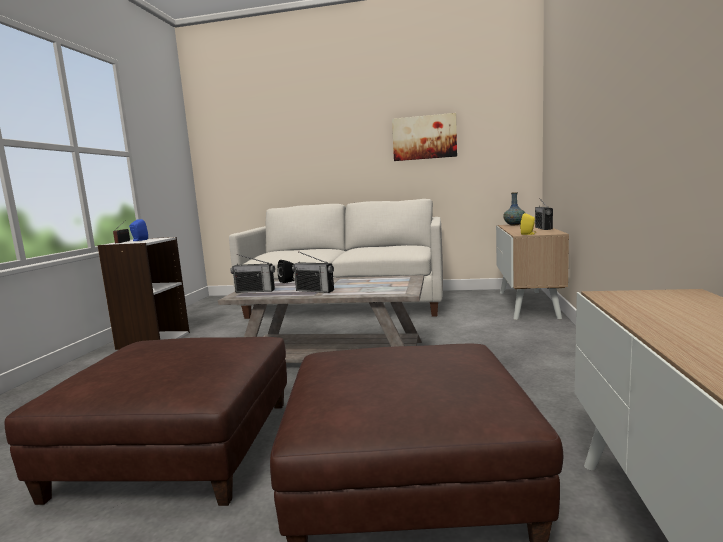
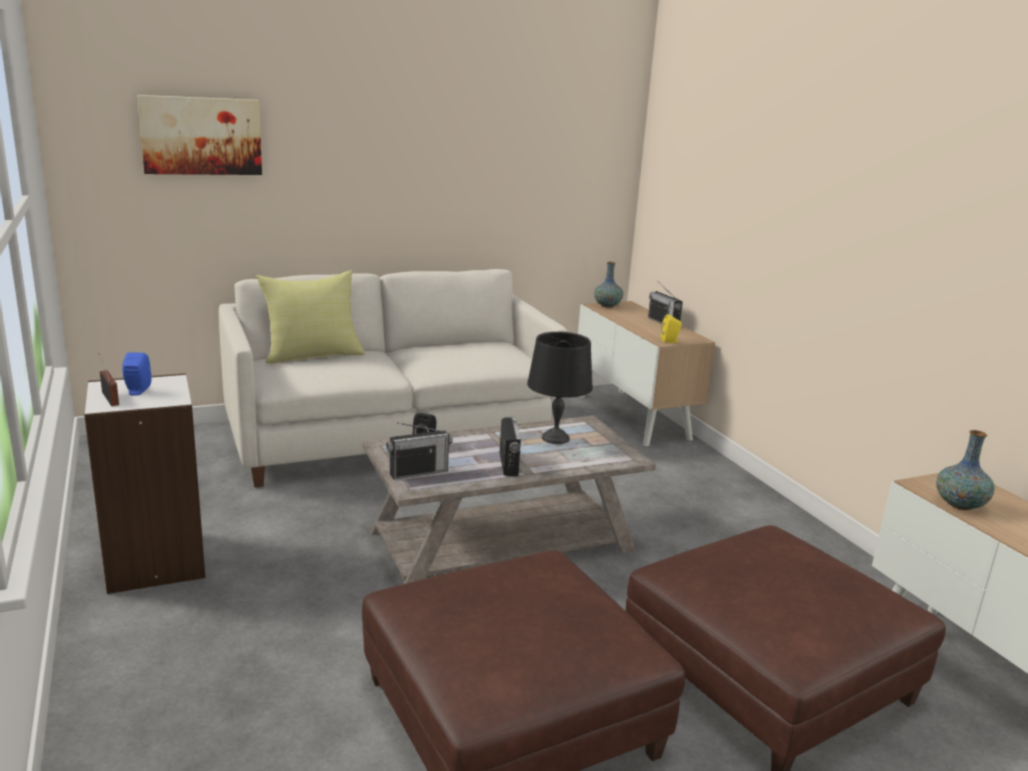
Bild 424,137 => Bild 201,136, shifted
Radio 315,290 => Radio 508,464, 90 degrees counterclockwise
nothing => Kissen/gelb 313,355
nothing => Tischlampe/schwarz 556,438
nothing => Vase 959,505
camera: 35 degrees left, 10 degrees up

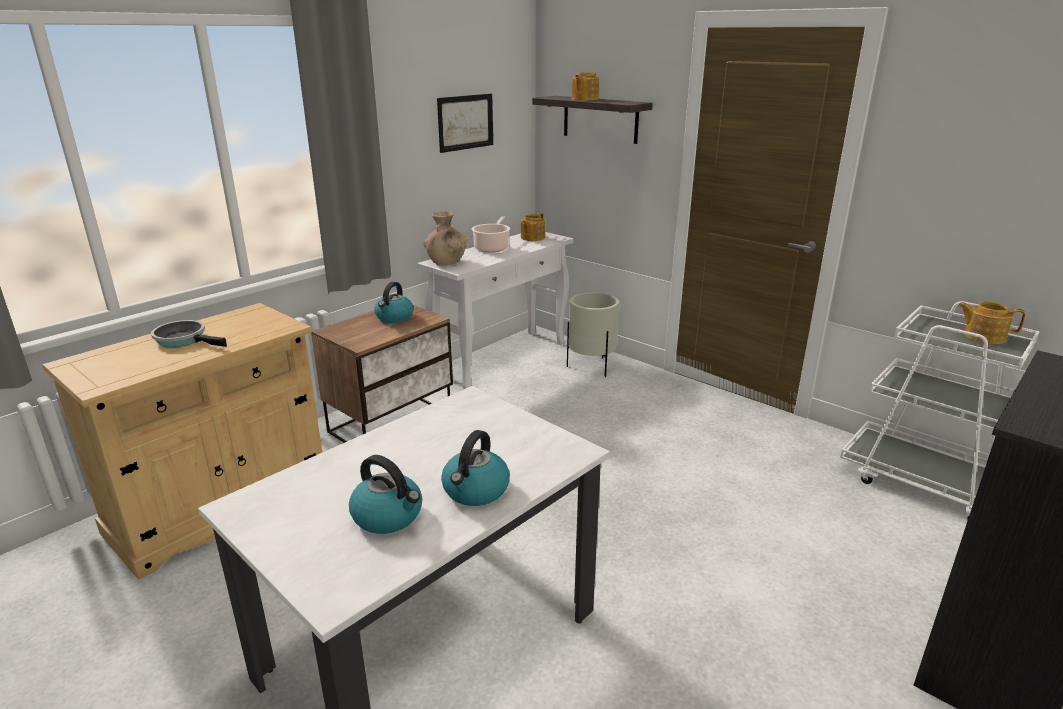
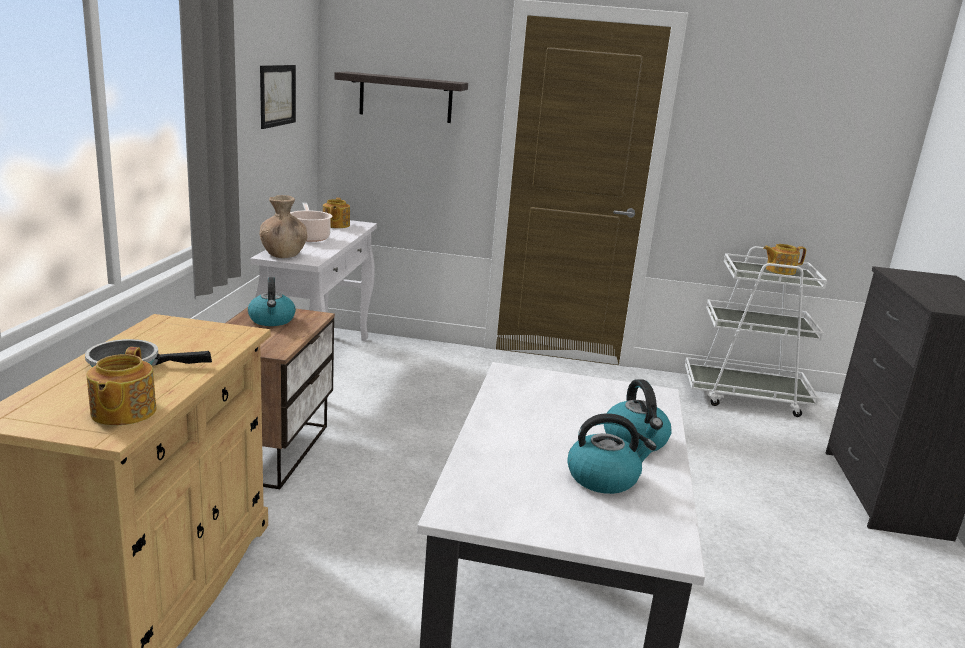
Teekanne 584,99 => Teekanne 122,412, shifted
Pflanzkübel/beige 591,367 => nothing
camera: 35 degrees left, 5 degrees down

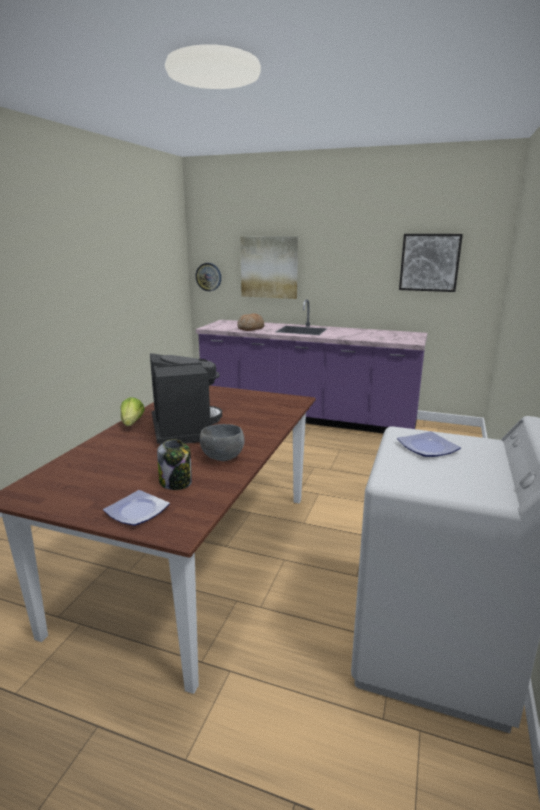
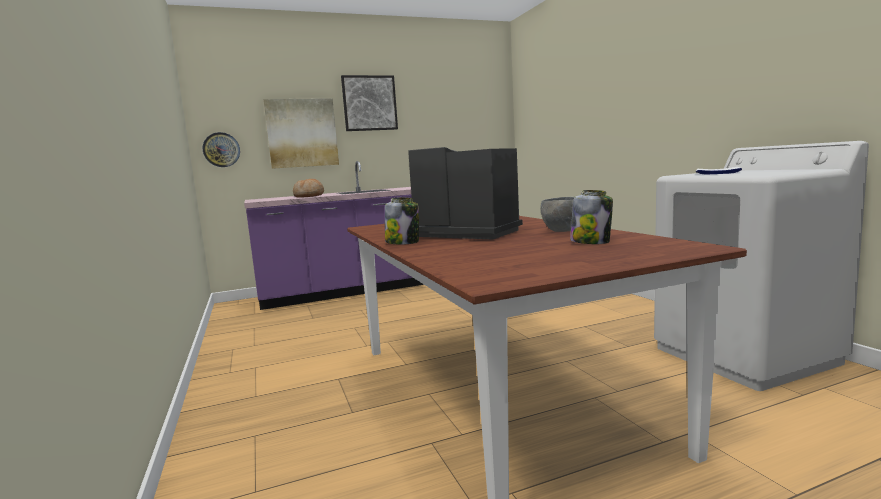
Bild 429,262 => Bild 369,103, shifted
Salatkopf 132,423 => Vorratsglas 403,242
Teller 137,512 => nothing
camera: 40 degrees left, 10 degrees down

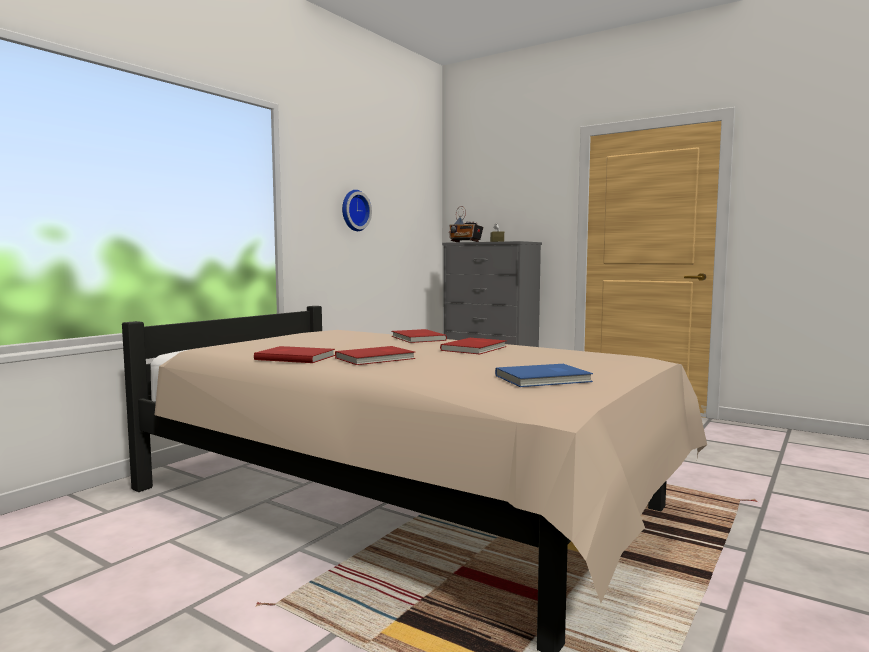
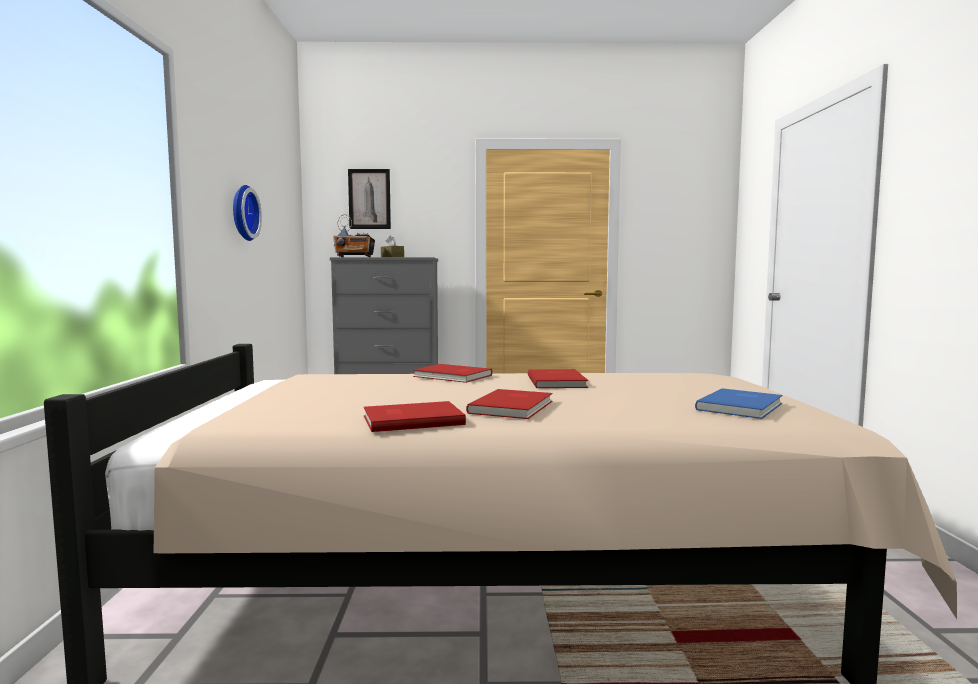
nothing => Bild 369,199
camera: 35 degrees left, 0 degrees up

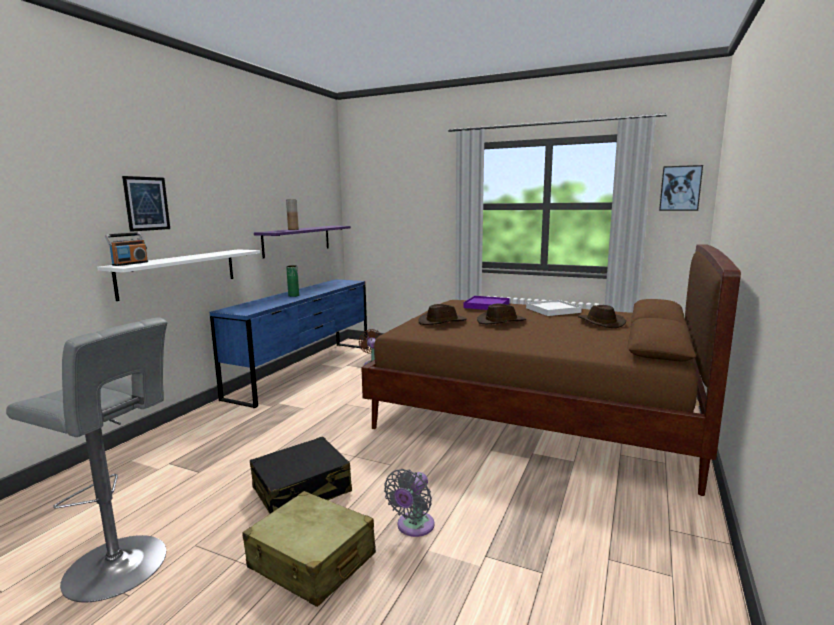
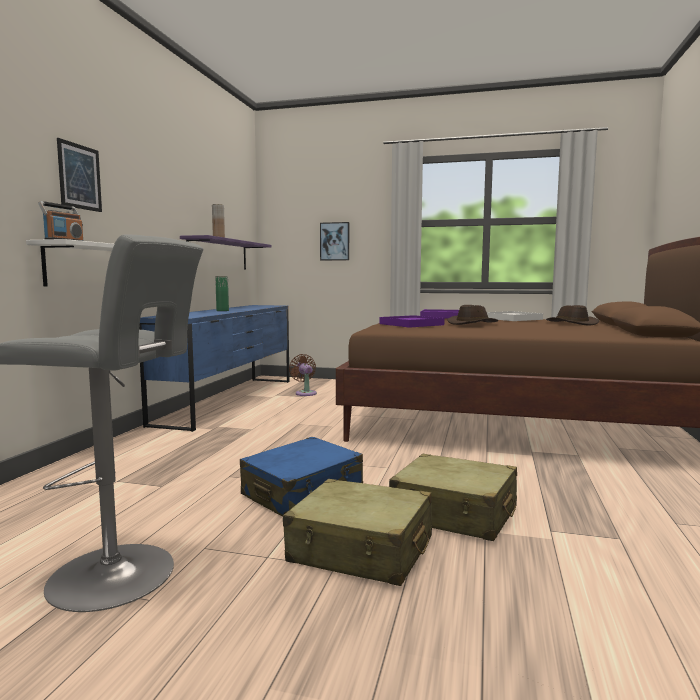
Bild 680,188 => Bild 335,241, shifted
Hut/braun 442,322 => Tablett/lila 411,324
Koffer/schwarz 302,490 => Koffer/blau 303,494
Ventilator/grau 413,527 => Koffer/beige 454,514
camera: 10 degrees left, 5 degrees down

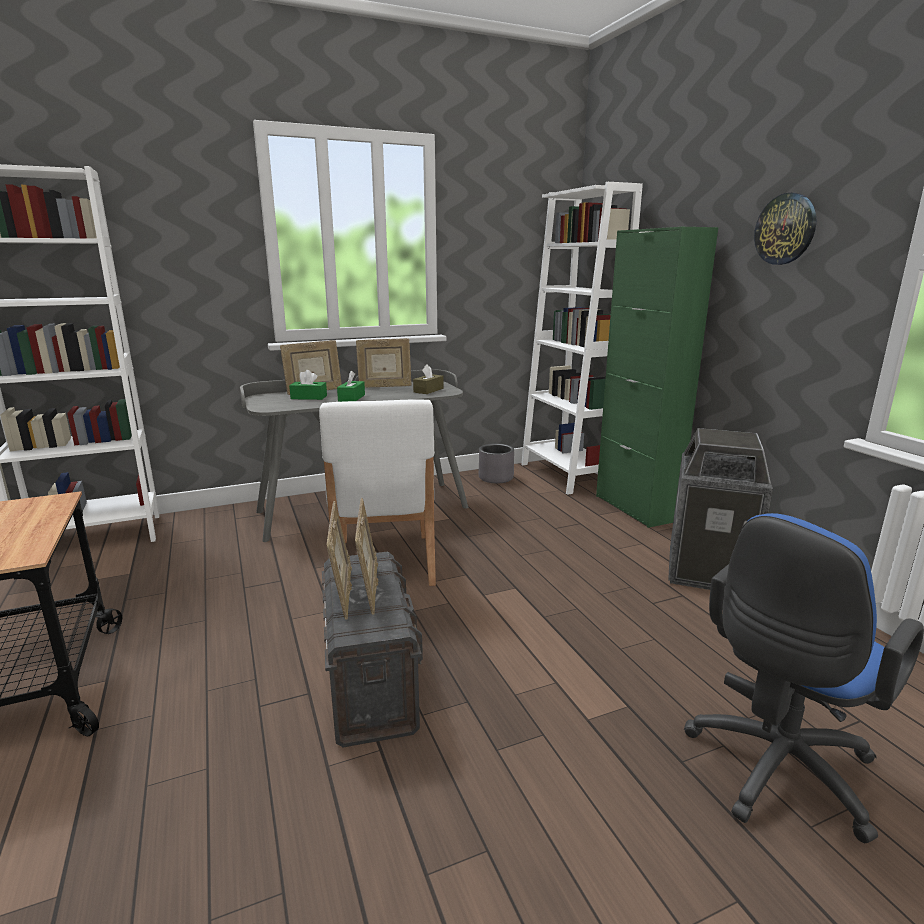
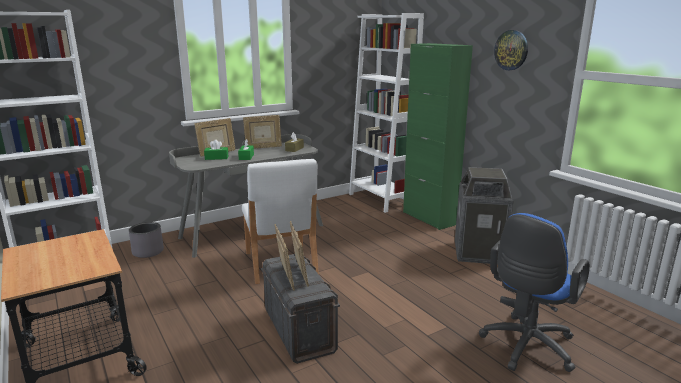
Pflanzkübel/grau 495,478 => Pflanzkübel/grau 147,252, shifted
camera: 10 degrees left, 0 degrees up

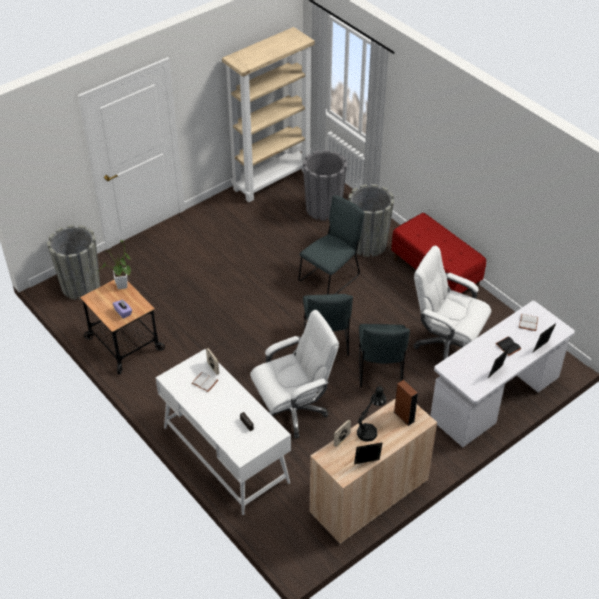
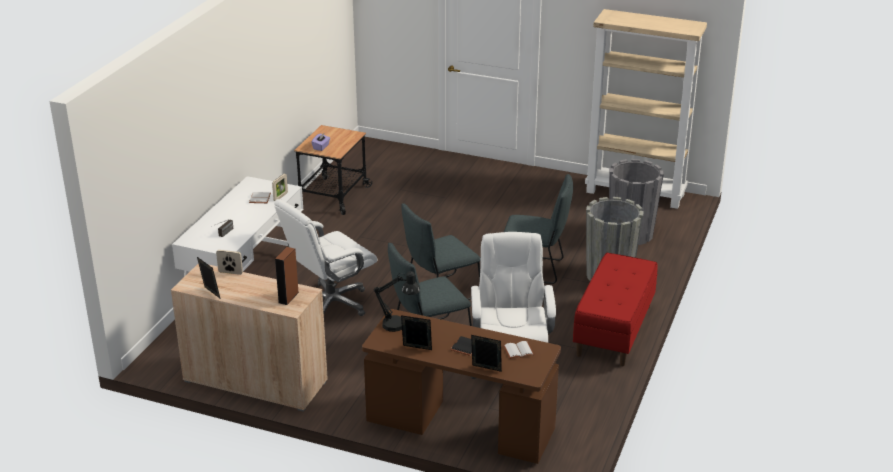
Pflanzkübel/grau 81,286 => nothing
Topfpflanze 122,288 => nothing
Schreibtisch/weiß 495,399 => Schreibtisch/braun 460,426
Bürostuhl/weiß 293,410 => Bürostuhl/weiß 330,304, 105 degrees clockwise
Tischlampe/schwarz 369,430 => Tischlampe/schwarz 399,325, shifted
camera: 60 degrees right, 15 degrees down

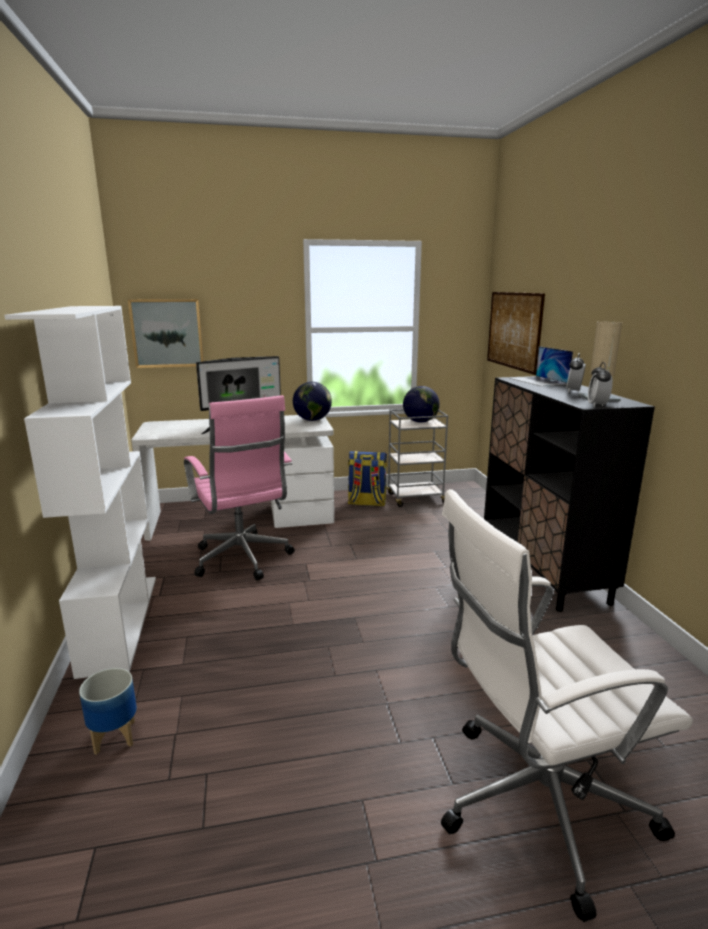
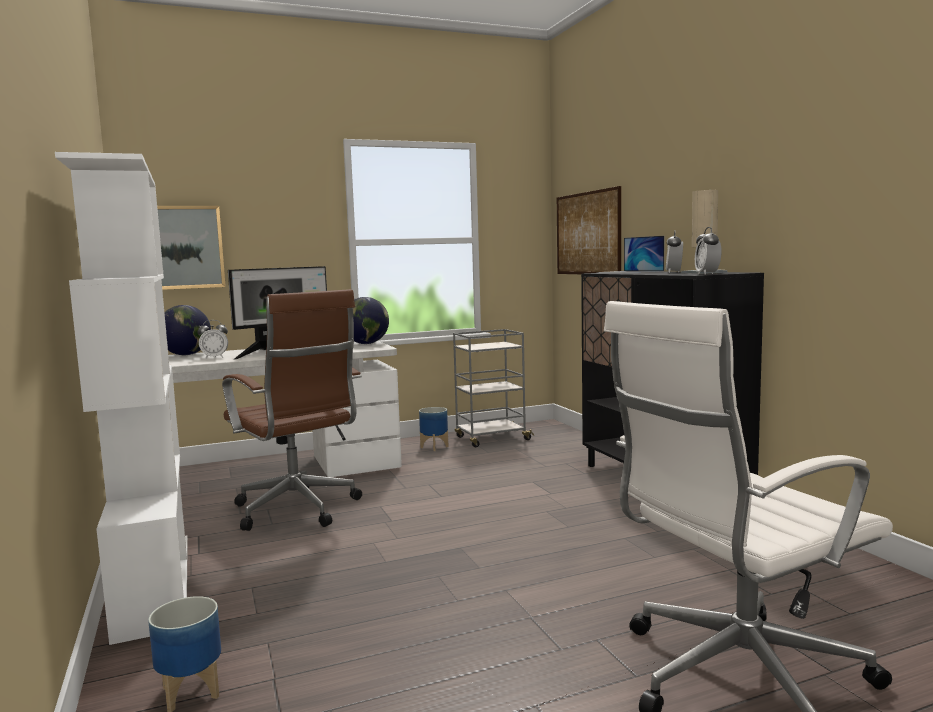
Globus 420,422 => Globus 186,355, shifted
Bürostuhl/rosa 243,560 => Bürostuhl/braun 298,511
Rucksack 366,503 => Pflanzkübel 434,447
nothing => Wecker 214,357
camera: 10 degrees left, 10 degrees down

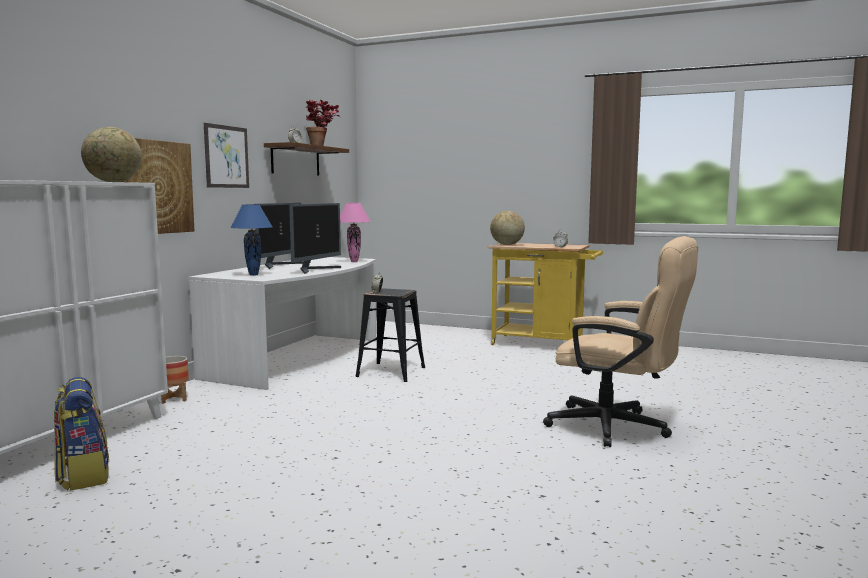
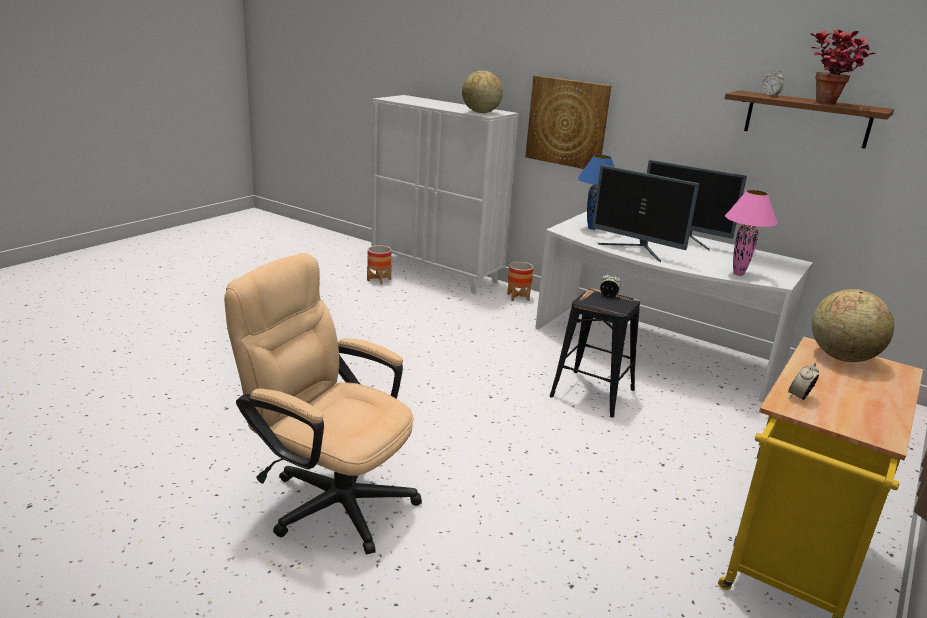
Bild 226,156 => nothing
Bürostuhl/beige 618,428 => Bürostuhl/beige 330,498, 75 degrees clockwise
Rucksack 83,476 => Pflanzkübel 379,280
camera: 100 degrees right, 15 degrees up

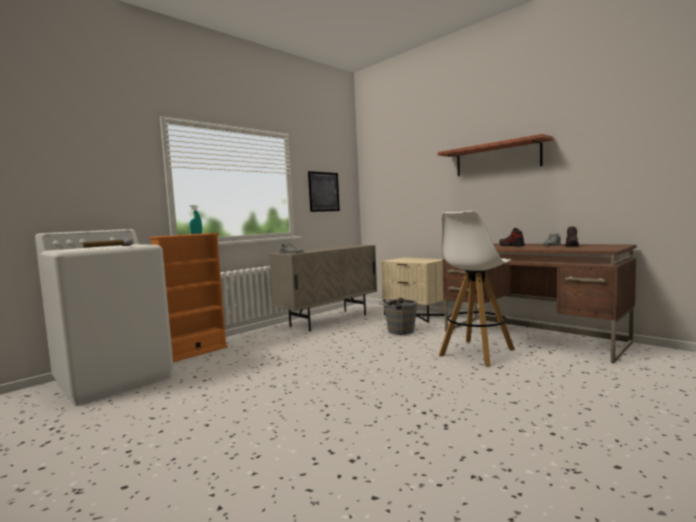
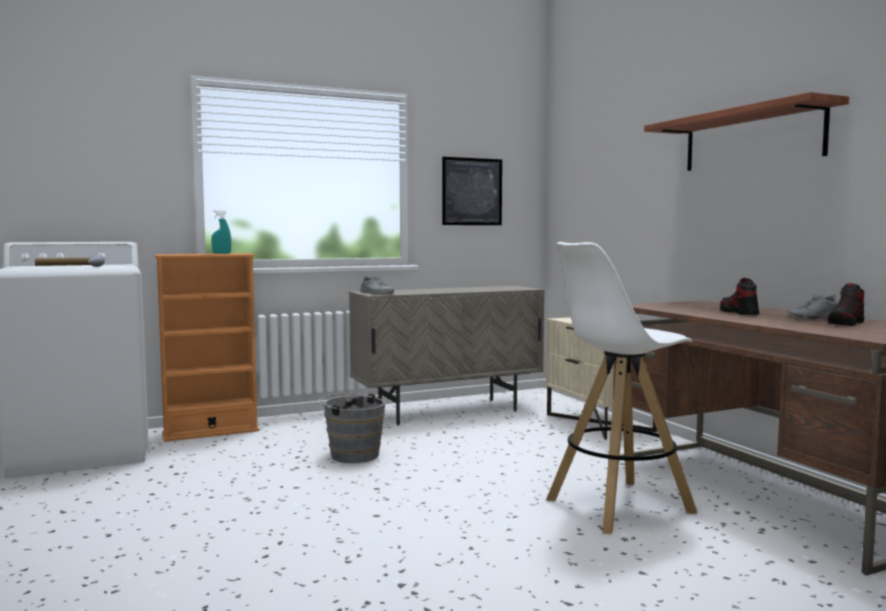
Eimer/grau 398,331 => Eimer/grau 352,454, shifted
camera: 20 degrees right, 0 degrees up

